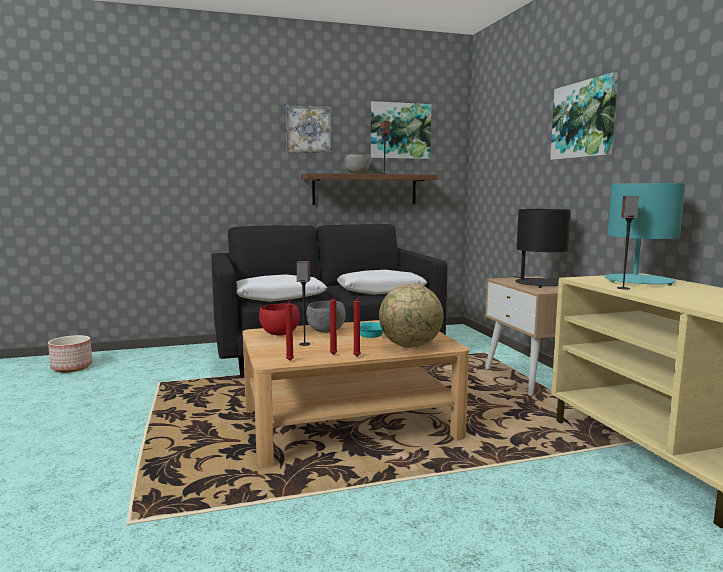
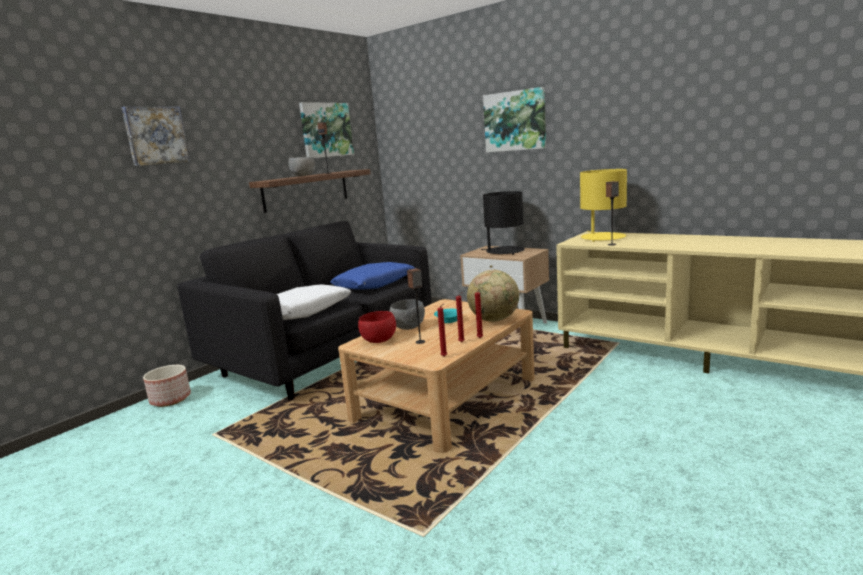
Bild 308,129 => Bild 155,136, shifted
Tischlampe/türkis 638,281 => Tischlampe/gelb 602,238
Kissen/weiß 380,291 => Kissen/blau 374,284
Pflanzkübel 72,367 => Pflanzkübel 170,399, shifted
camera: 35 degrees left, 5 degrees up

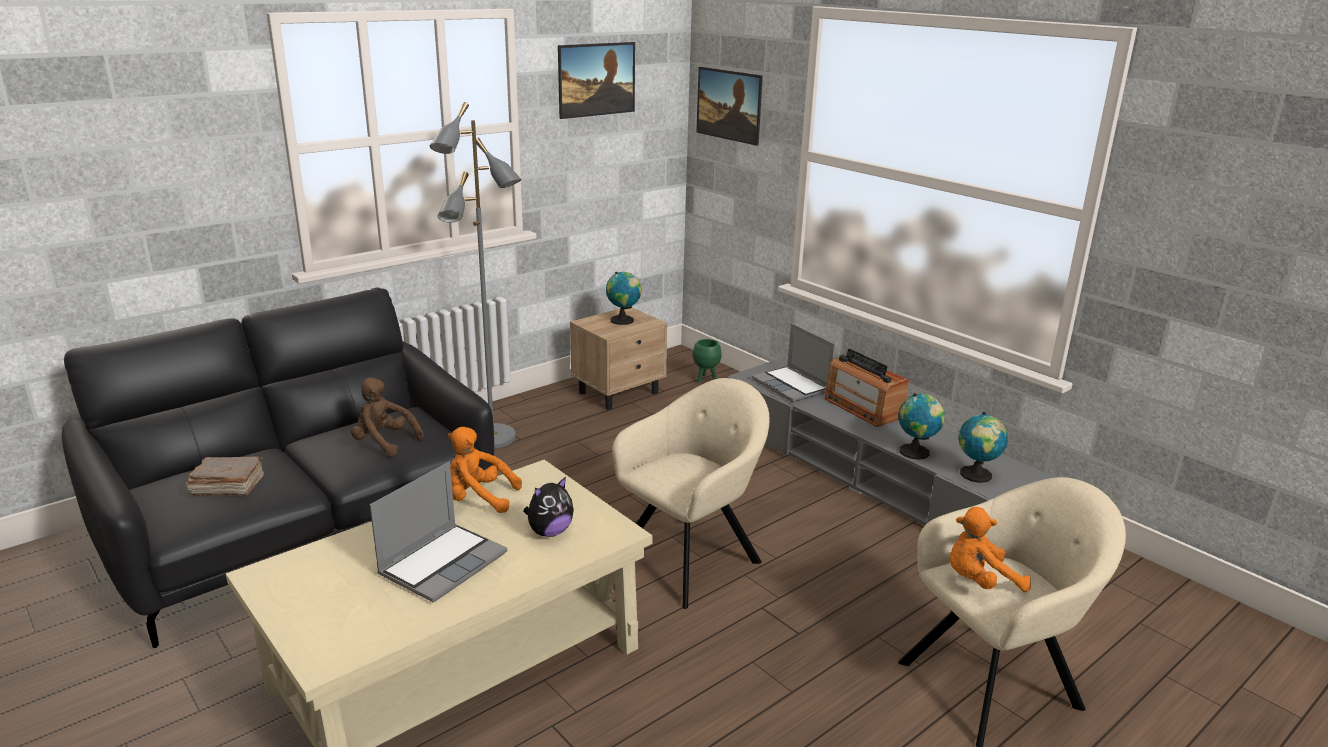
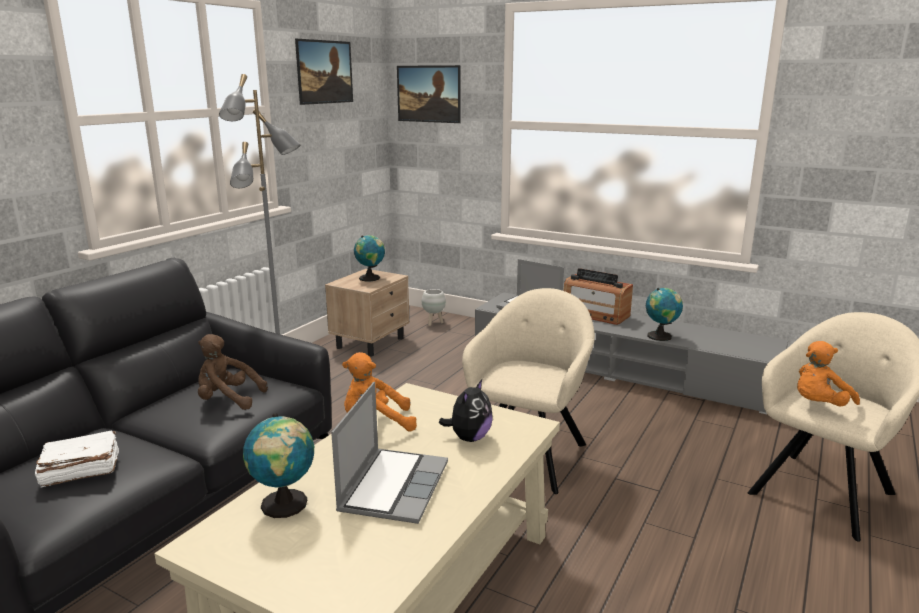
Pflanzkübel/grün 706,379 => Pflanzkübel/weiß 434,323
Globus 976,476 => Globus 285,506, shifted
Buch/braun 227,487 => Buch/weiß 80,470
camera: 20 degrees left, 5 degrees down

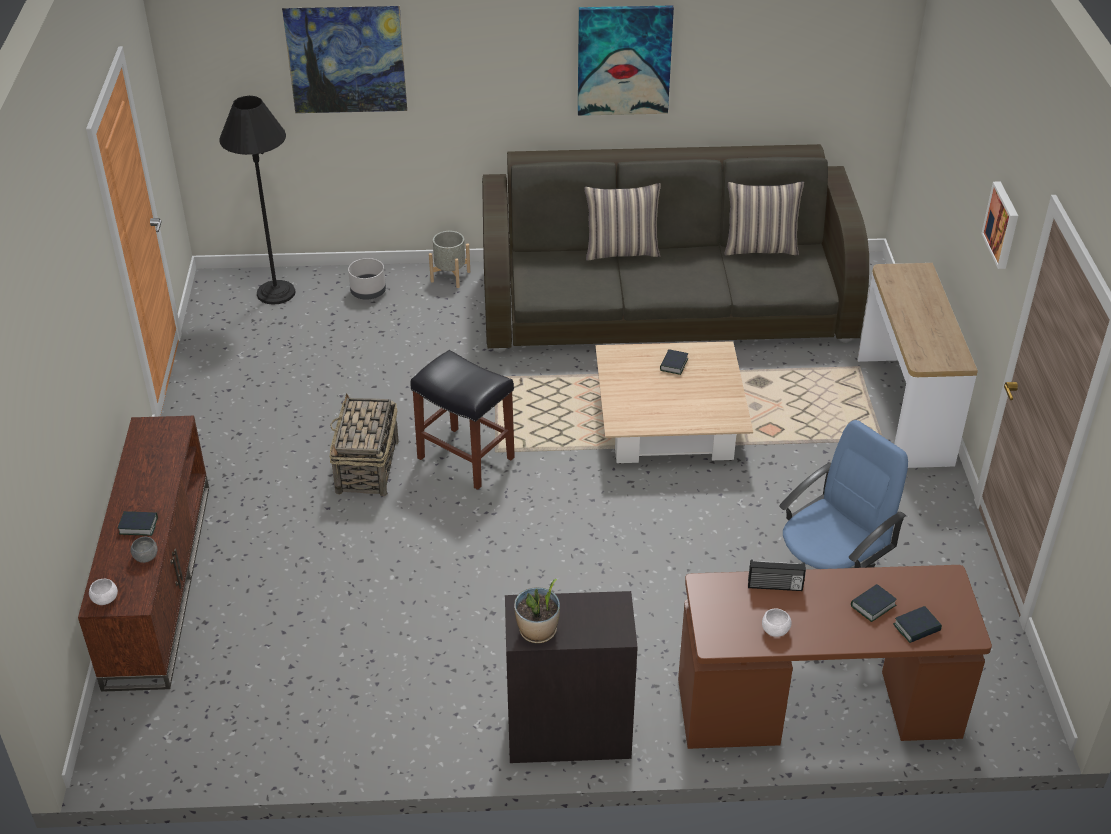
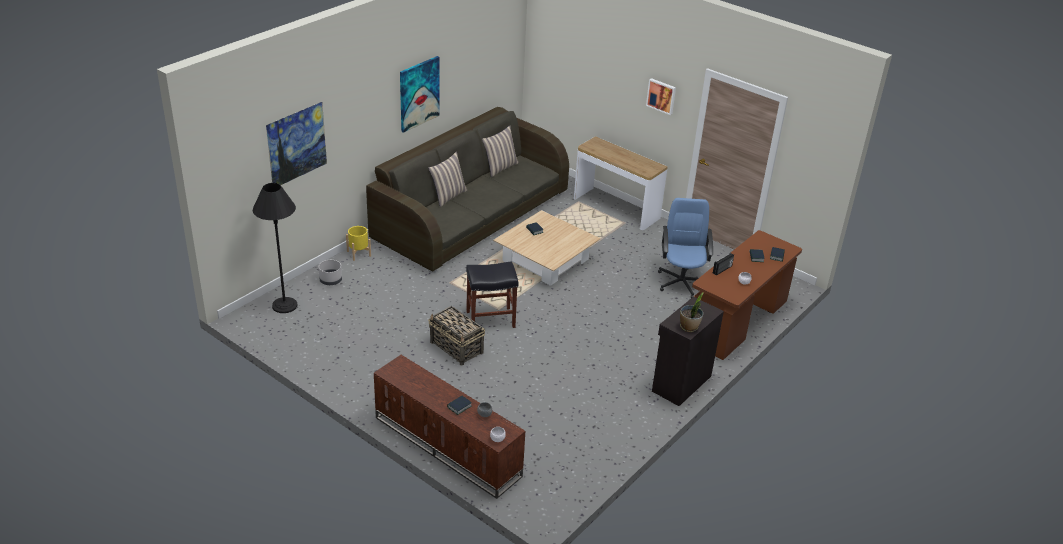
Pflanzkübel/grau 450,276 => Pflanzkübel/gelb 358,253
camera: 50 degrees left, 5 degrees down

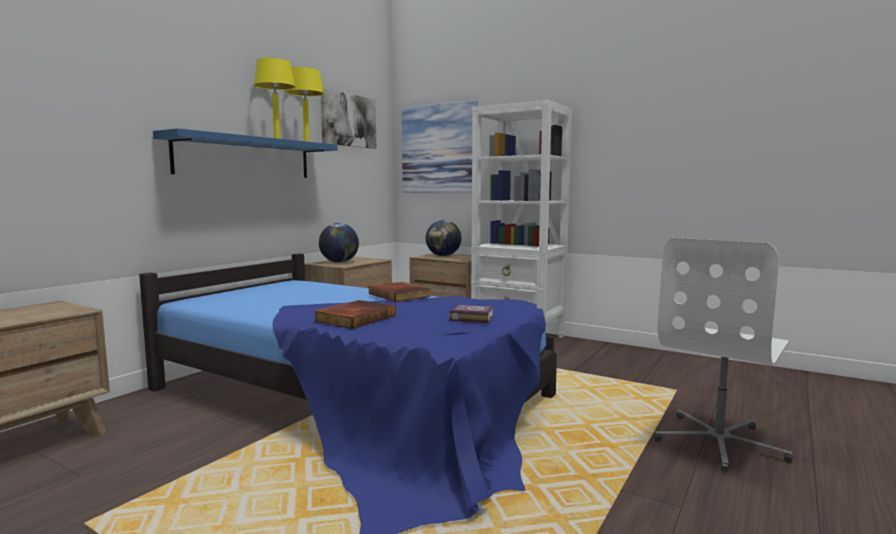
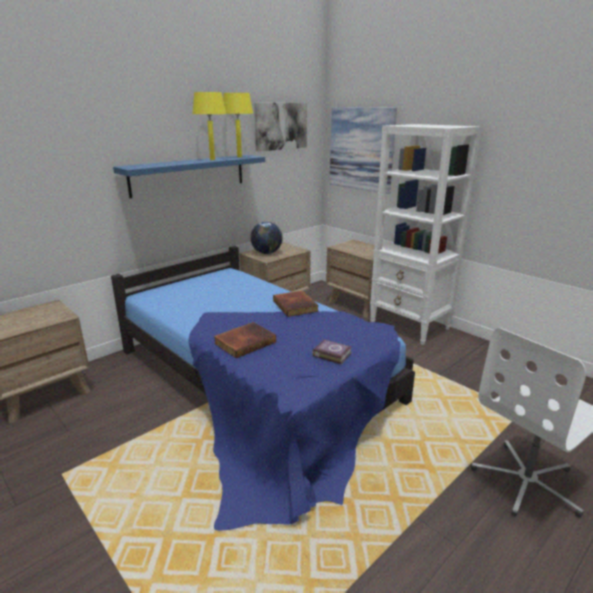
Globus 443,256 => nothing
camera: 15 degrees right, 15 degrees up

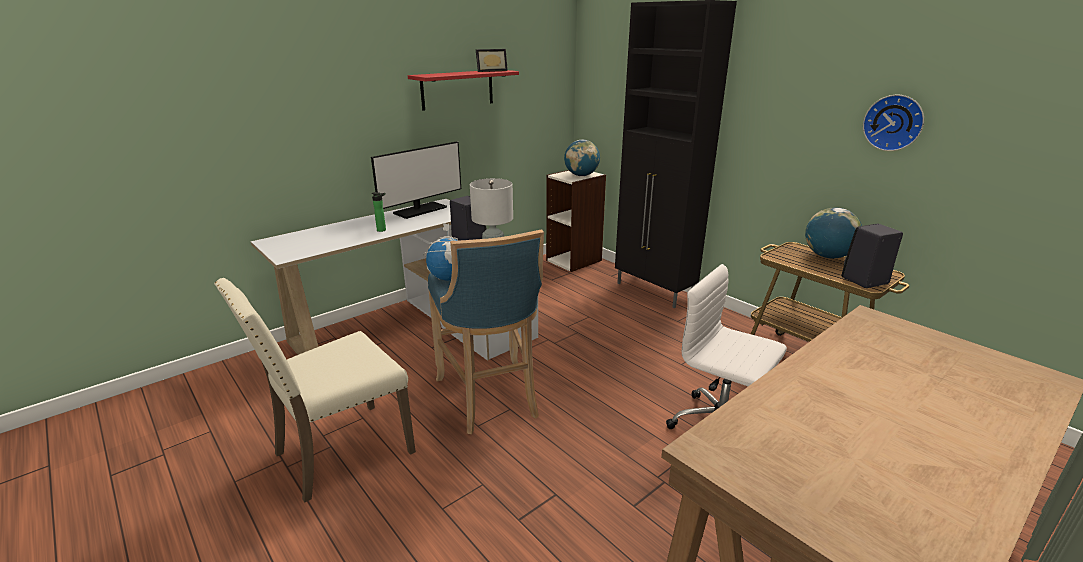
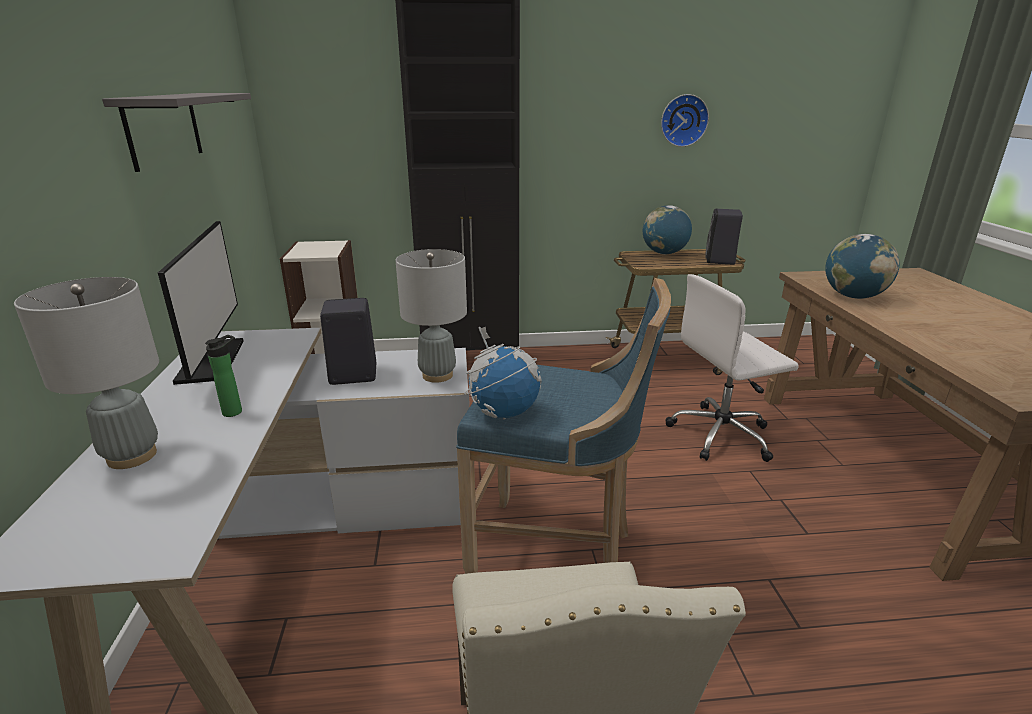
Bilderrahmen 490,71 => nothing
Wandregal/rot 457,89 => Wandregal/grau 164,129
Globus 581,175 => Globus 853,296, shifted
nothing => Tischlampe/grau 131,456
camera: 55 degrees left, 0 degrees up

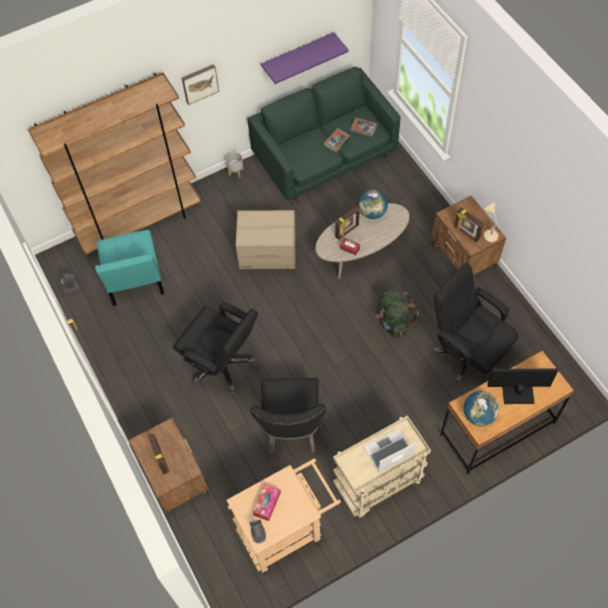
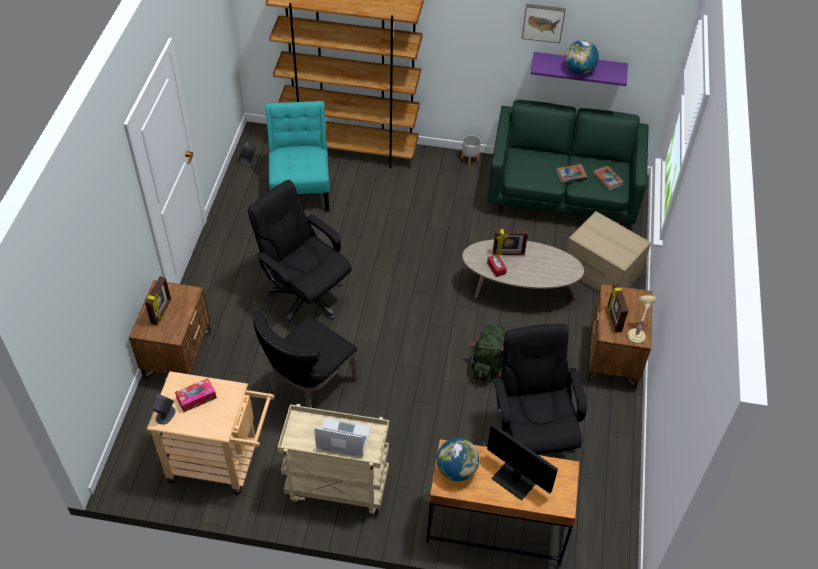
Bild 199,83 => Bild 543,22, shifted
Globus 372,212 => Globus 579,70, shifted
Karton 267,251 => Karton 601,271, shifted
Stuhl/türkis 135,282 => Stuhl/türkis 301,189, 150 degrees clockwise
Bürostuhl/schwarz 223,365 => Bürostuhl/schwarz 305,297, 150 degrees clockwise
camera: 35 degrees right, 10 degrees down

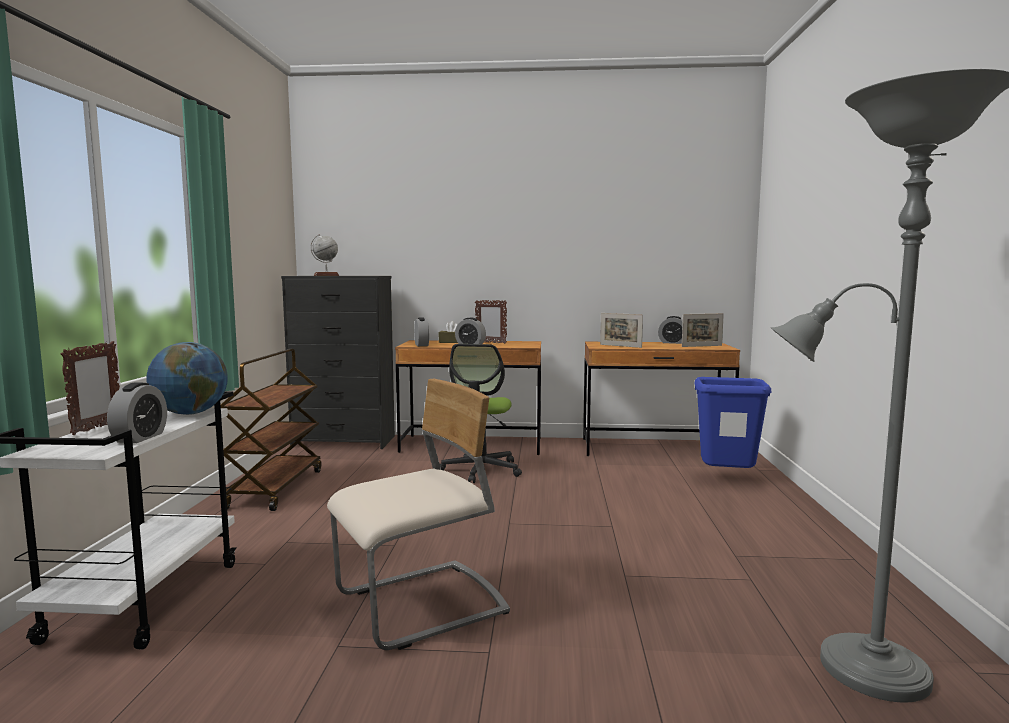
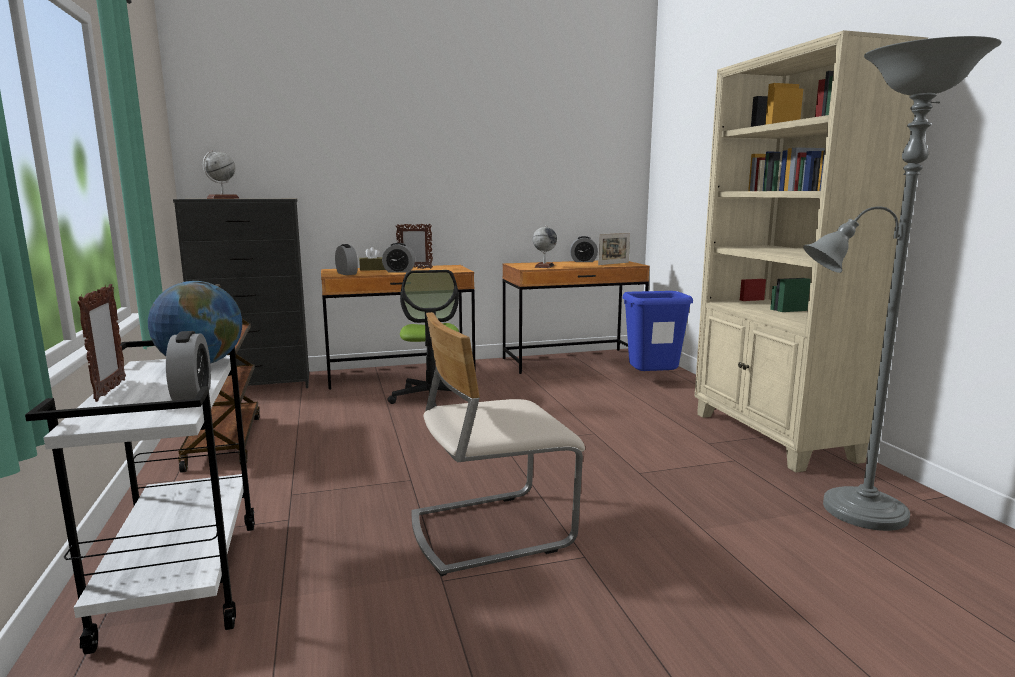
Bilderrahmen 620,346 => Globus 544,266
Stuhl/beige 422,606 => Stuhl/beige 489,530, 150 degrees counterclockwise
nothing => Bücherregal/beige 772,437
camera: 20 degrees left, 5 degrees up

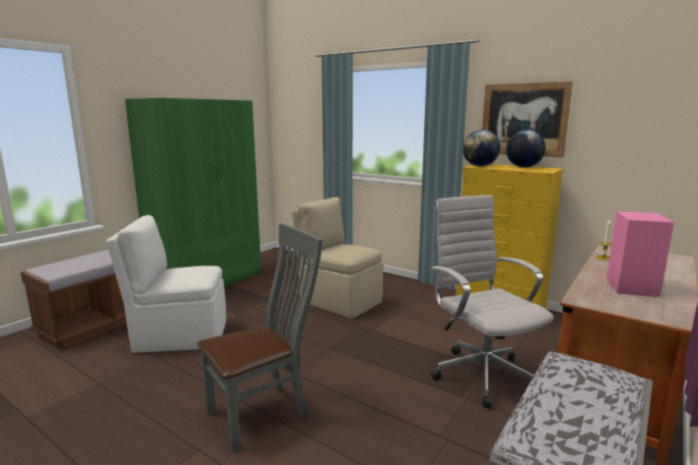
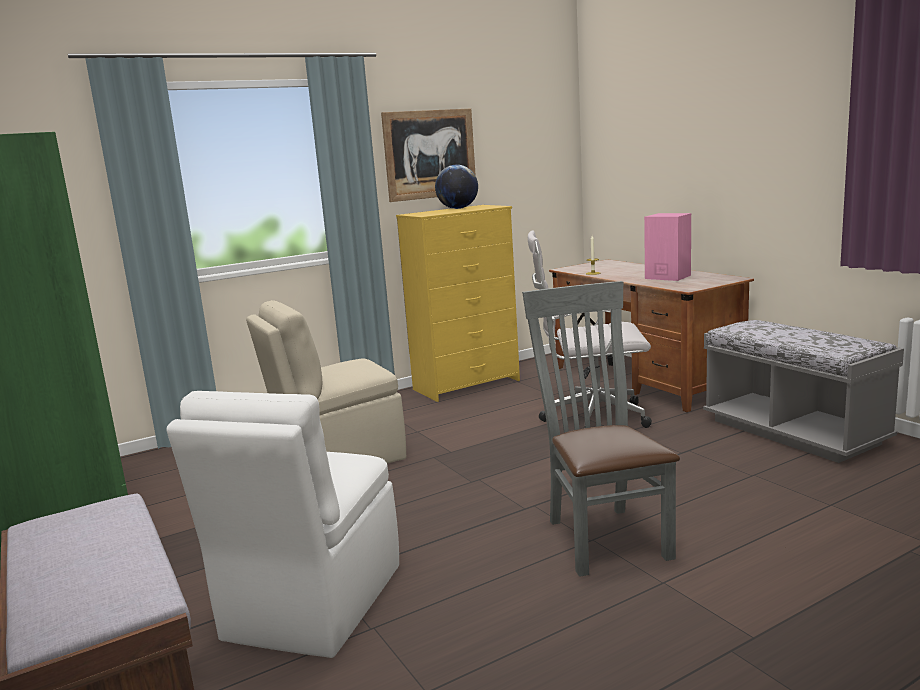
Globus 479,166 => nothing
camera: 65 degrees left, 0 degrees up

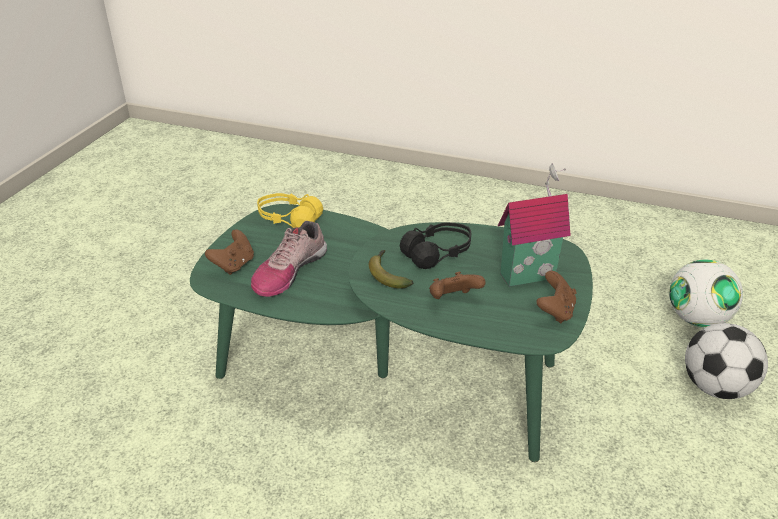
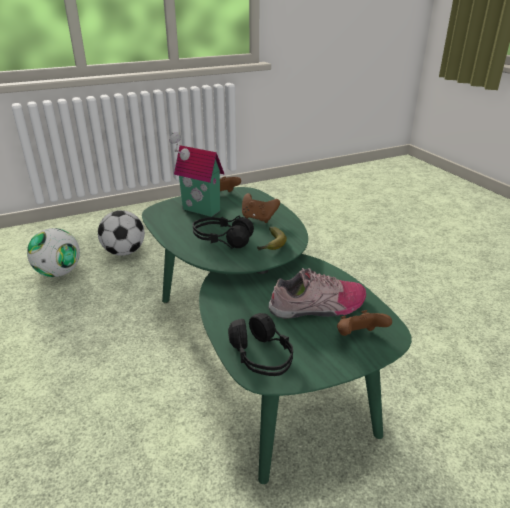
Kopfhörer/gelb 289,220 => Kopfhörer/schwarz 261,357
camera: 135 degrees left, 5 degrees down

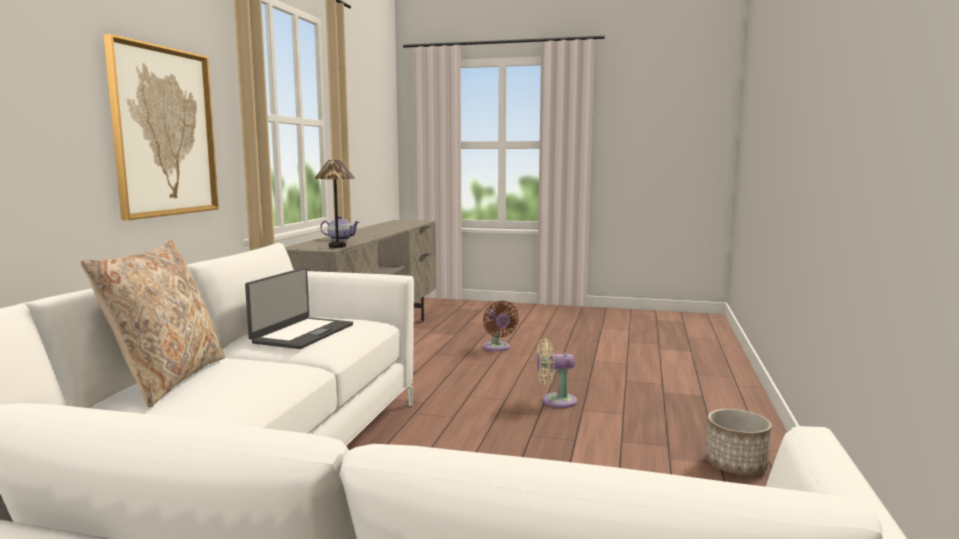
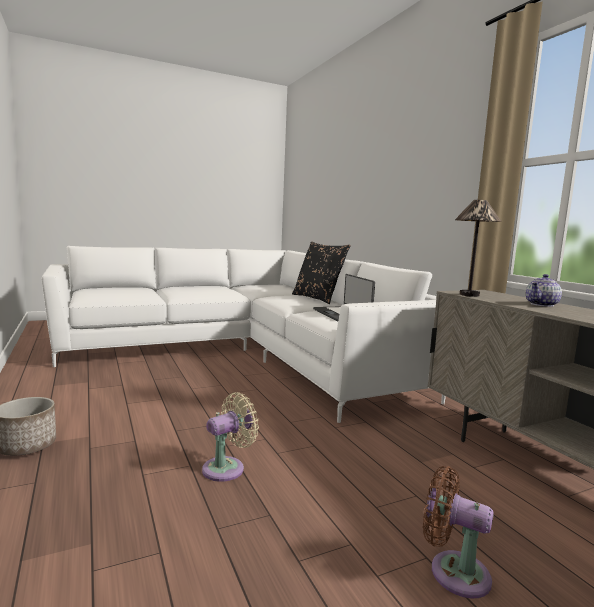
Bild 164,132 => nothing
Kissen/beige 167,379 => Kissen/schwarz 318,298
camera: 140 degrees right, 0 degrees up

